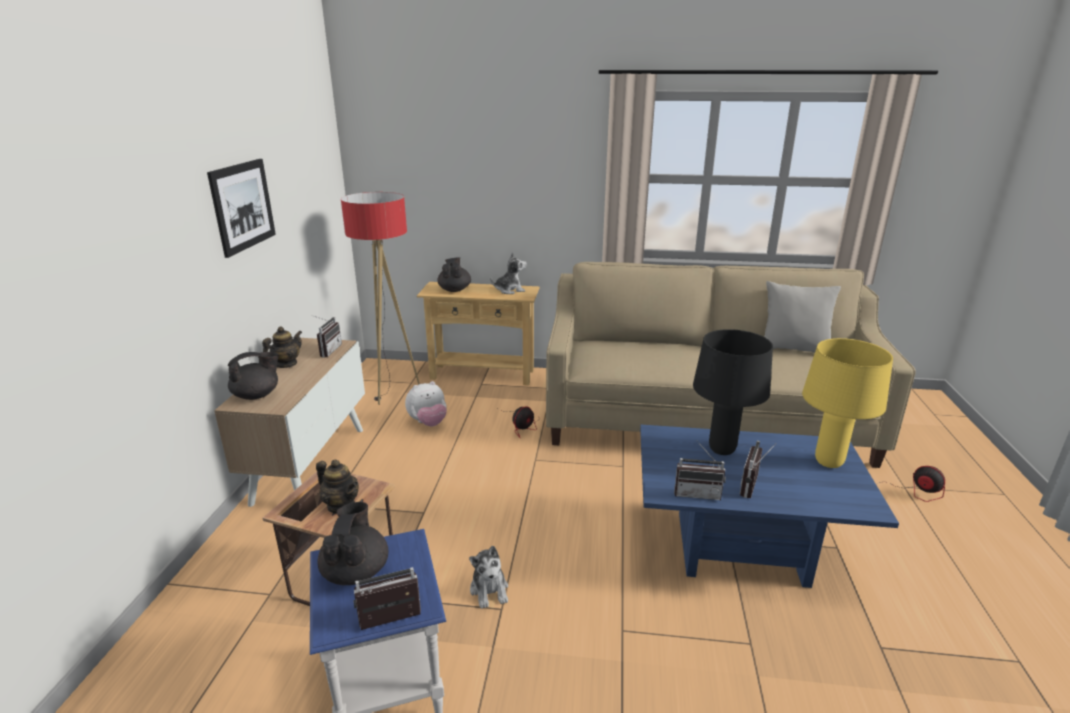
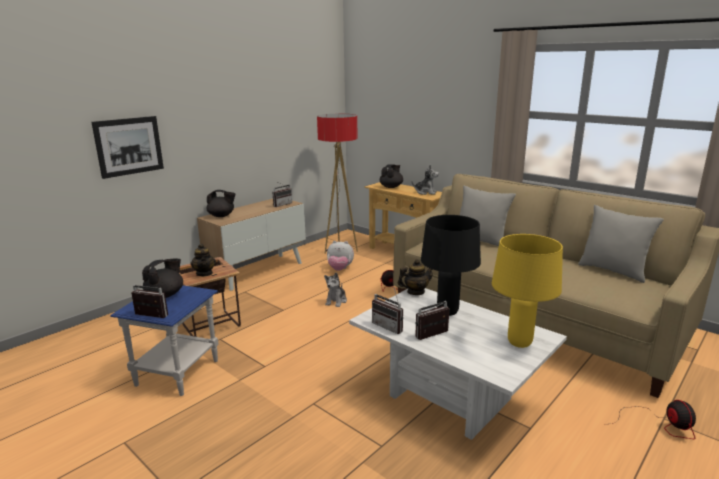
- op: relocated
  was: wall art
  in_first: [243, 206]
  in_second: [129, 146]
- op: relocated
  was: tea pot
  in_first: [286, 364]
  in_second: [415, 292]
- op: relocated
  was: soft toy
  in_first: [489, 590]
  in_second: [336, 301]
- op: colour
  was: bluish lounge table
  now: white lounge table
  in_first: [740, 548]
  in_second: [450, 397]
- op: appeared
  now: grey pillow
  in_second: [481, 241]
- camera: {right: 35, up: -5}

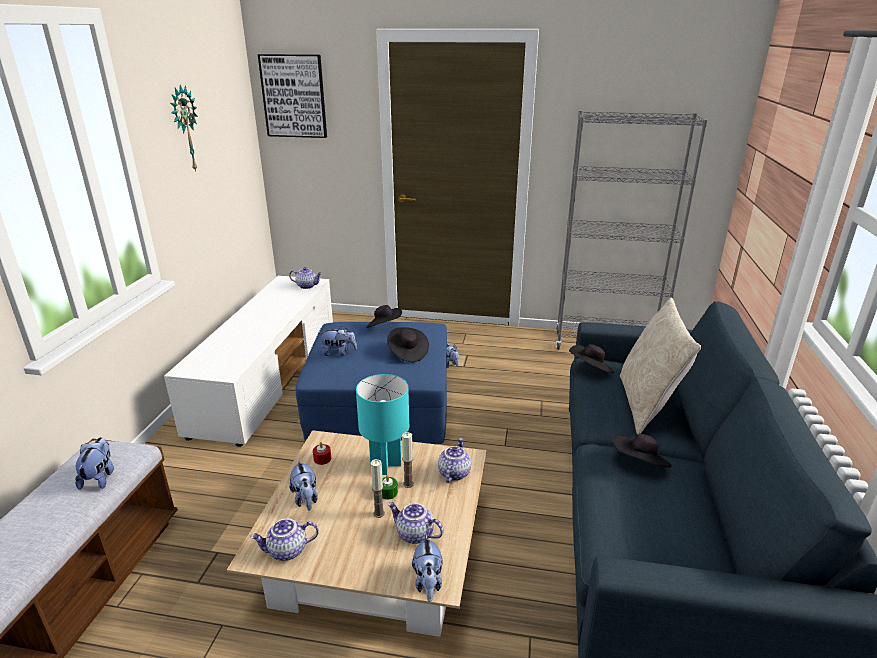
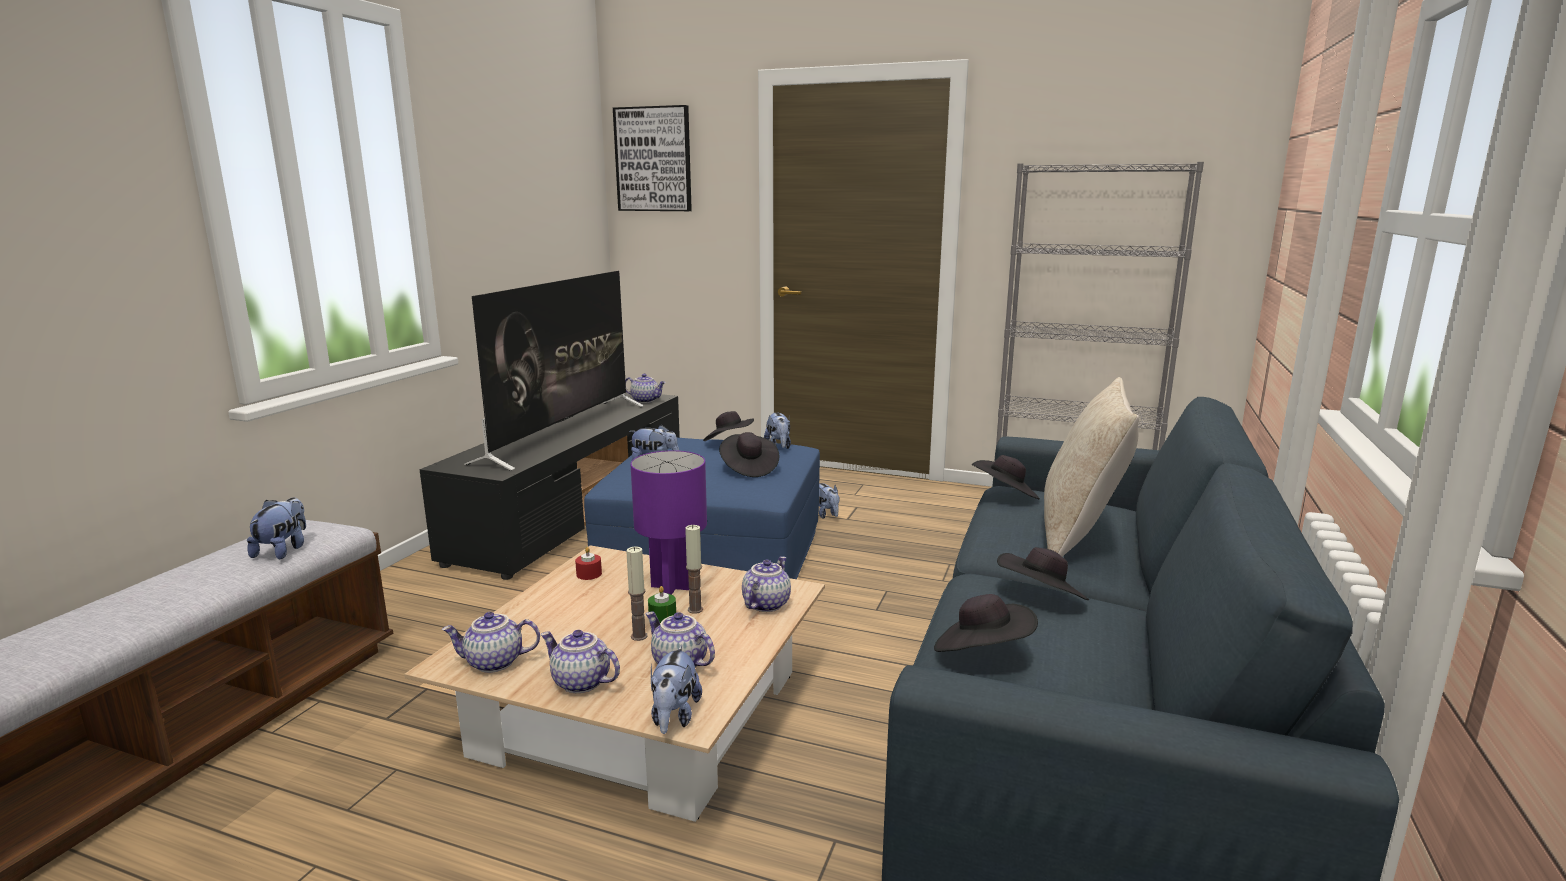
- op: colour
  was: white media console
  now: blackish media console
  in_first: [268, 376]
  in_second: [575, 511]
- op: missing
  was: clock on the wall
  in_first: [184, 129]
- op: relocated
  was: soft toy
  in_first: [305, 499]
  in_second: [779, 447]
- op: colour
  was: turquoise lamp for a table
  now: purplish lamp for a table
  in_first: [386, 464]
  in_second: [674, 587]
- op: appeared
  now: television
  in_second: [564, 432]
- op: appeared
  now: tea pot
  in_second: [580, 683]
- op: appeared
  now: blackish clothing hat
  in_second: [982, 653]
- camera: {right: 10, up: -10}

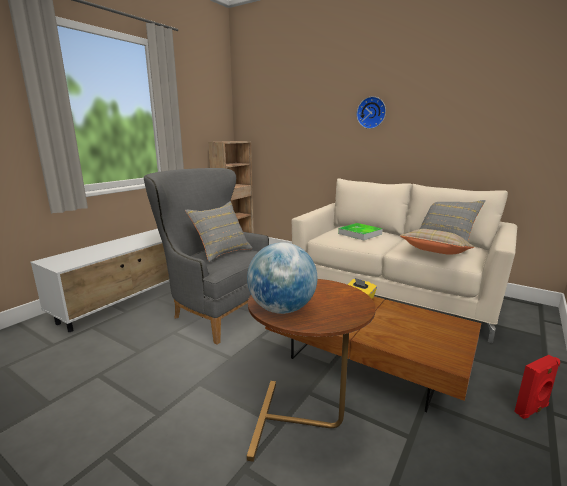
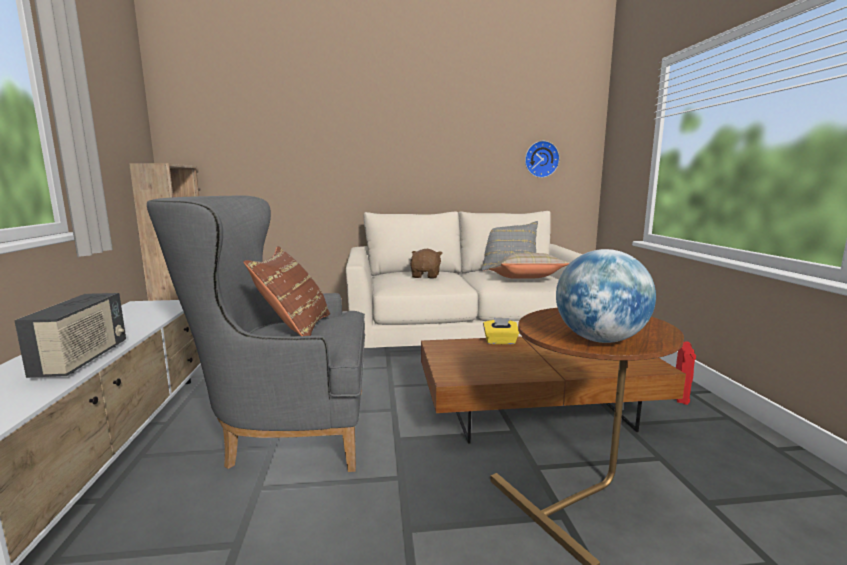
- op: colour
  was: grey pillow
  now: brown pillow
  in_first: [222, 252]
  in_second: [295, 327]
- op: exchanged
  was: carrying tray
  now: brown soft toy
  in_first: [360, 234]
  in_second: [426, 276]
- op: relocated
  was: clock on the wall
  in_first: [371, 112]
  in_second: [541, 159]
- op: appeared
  now: radio
  in_second: [83, 360]
- camera: {right: -40, up: -5}

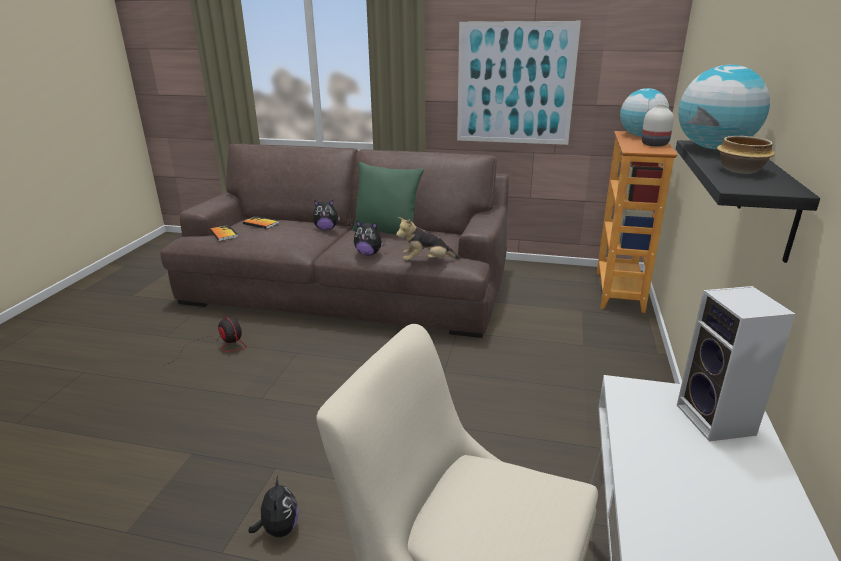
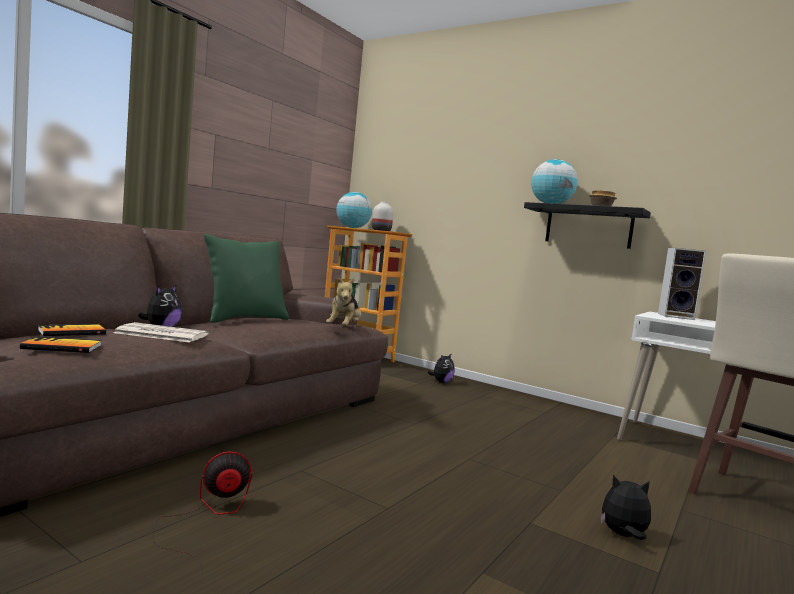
- op: relocated
  was: soft toy
  in_first: [369, 253]
  in_second: [441, 382]
- op: missing
  was: wall art
  in_first: [515, 84]
- op: appeared
  now: newspaper
  in_second: [160, 334]
- camera: {right: -70, up: -20}

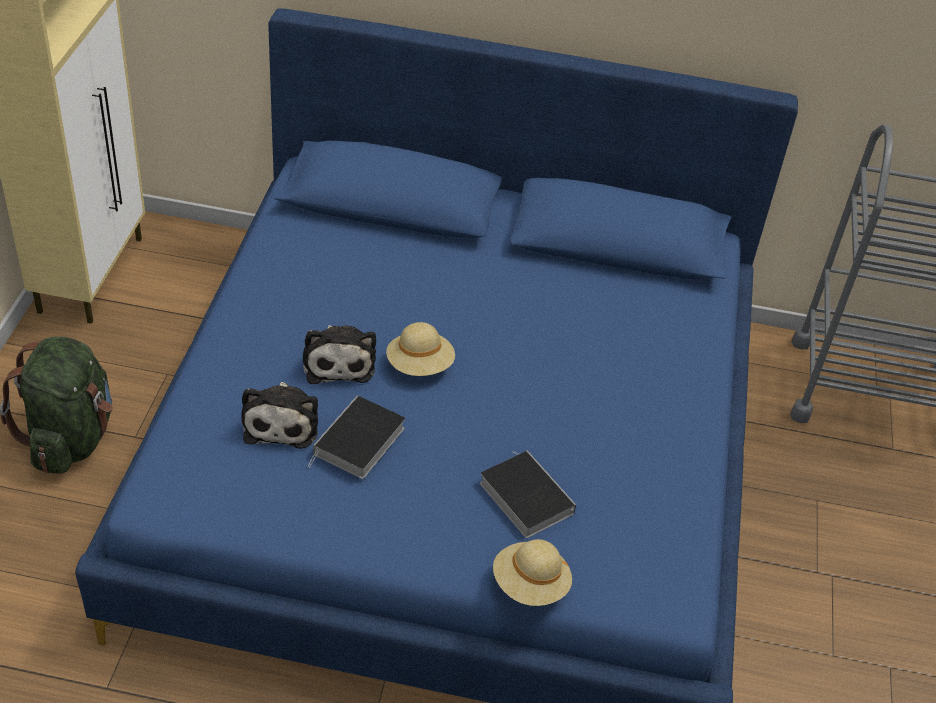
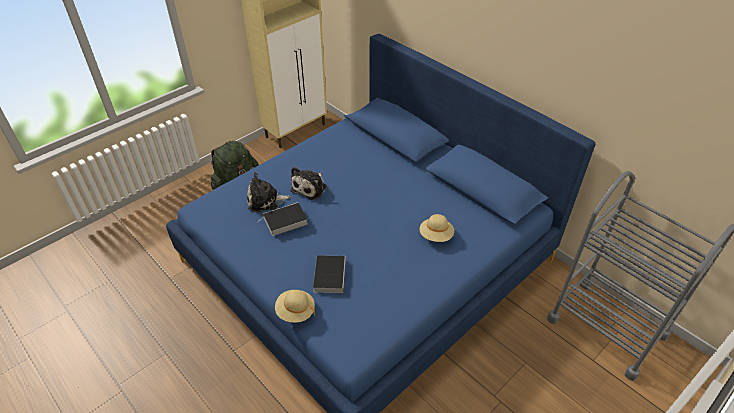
- op: spun
  was: soft toy
  in_first: [282, 422]
  in_second: [265, 201]
  clockwise: 45
- op: relocated
  was: beige clothing hat
  in_first: [420, 365]
  in_second: [436, 236]
- camera: {right: 40, up: 0}

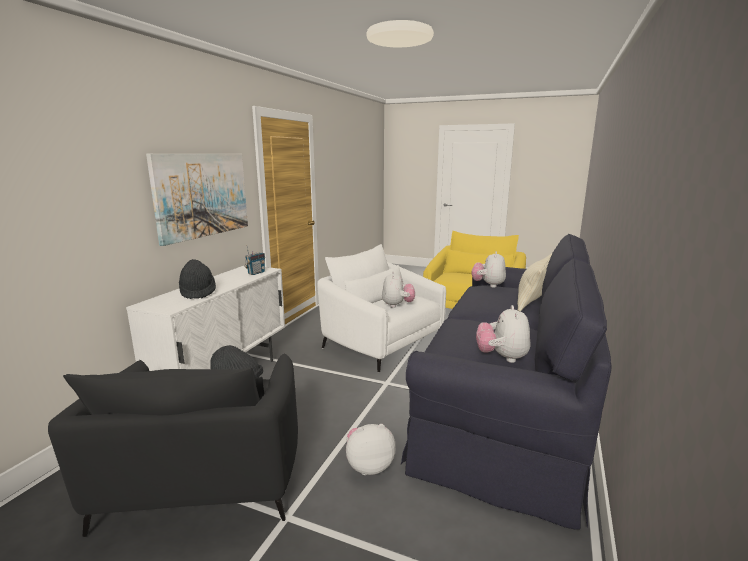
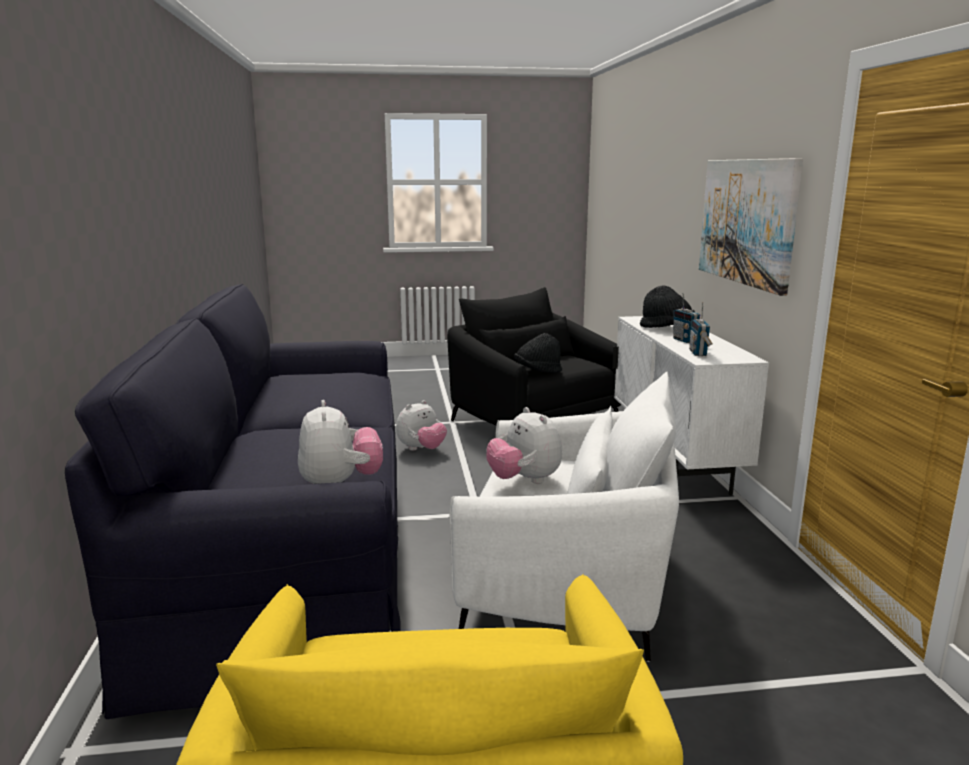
- op: missing
  was: soft toy
  in_first: [502, 357]
- op: missing
  was: beige pillow
  in_first: [533, 300]
- op: appeared
  now: radio
  in_second: [684, 340]
- camera: {right: 150, up: 0}

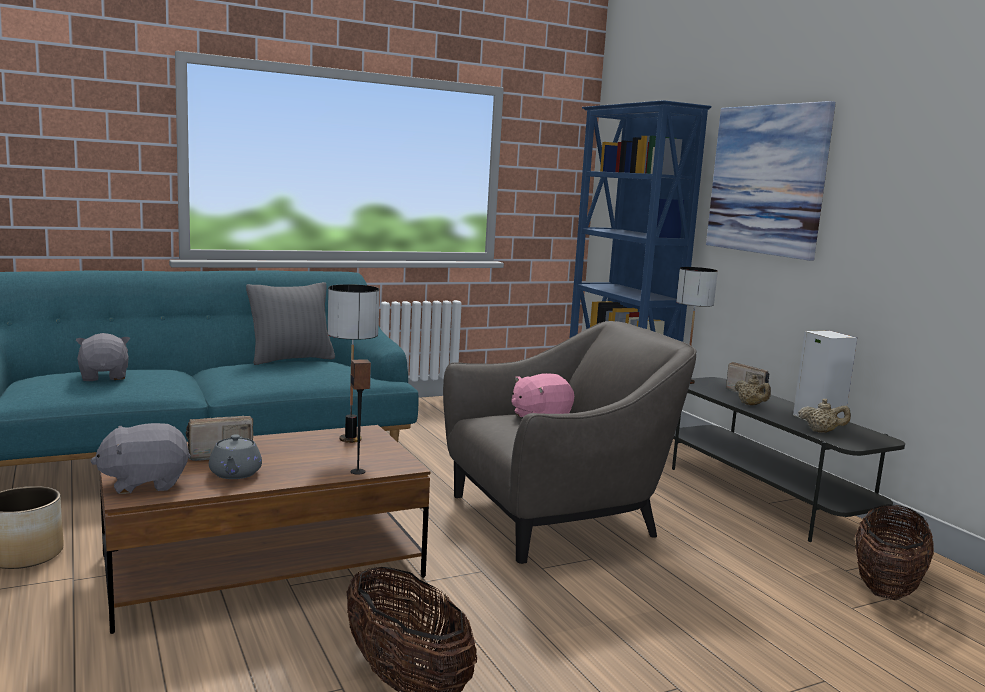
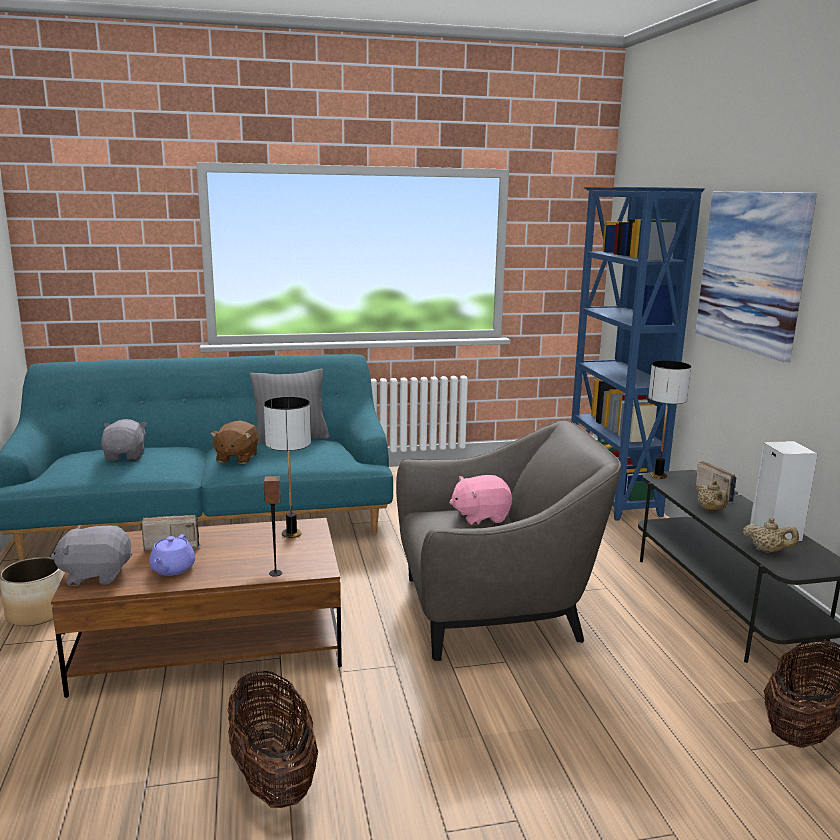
- op: colour
  was: grey tea pot
  now: purplish tea pot
  in_first: [235, 474]
  in_second: [172, 569]
- op: appeared
  now: brown soft toy
  in_second: [236, 458]
- camera: {right: 15, up: 5}

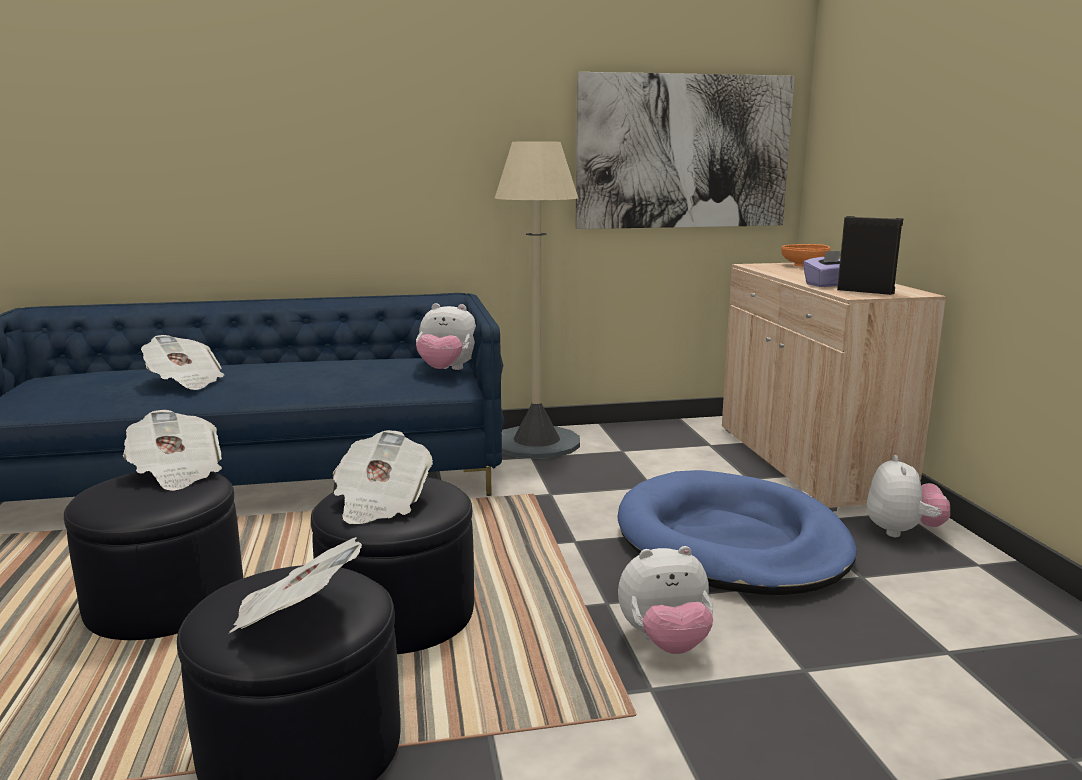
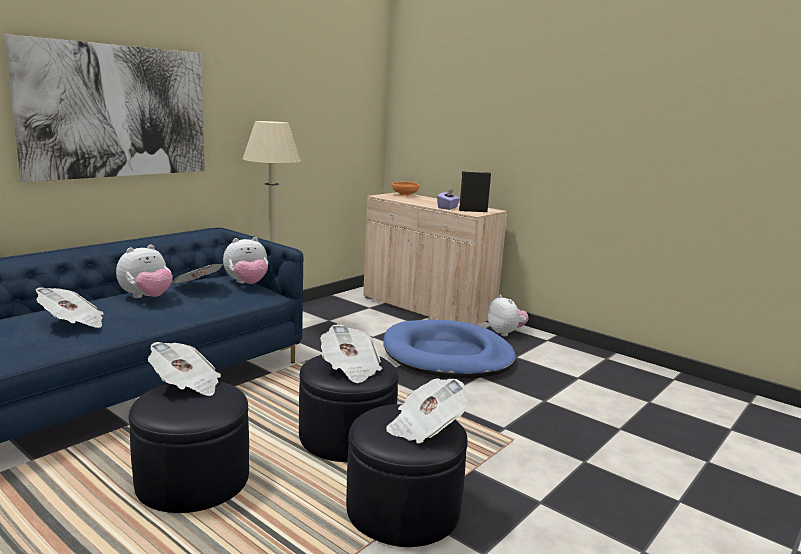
- op: relocated
  was: wall art
  in_first: [683, 152]
  in_second: [116, 111]
- op: relocated
  was: soft toy
  in_first: [665, 642]
  in_second: [146, 297]
- op: appeared
  now: newspaper
  in_second: [197, 287]
- camera: {right: -40, up: 0}

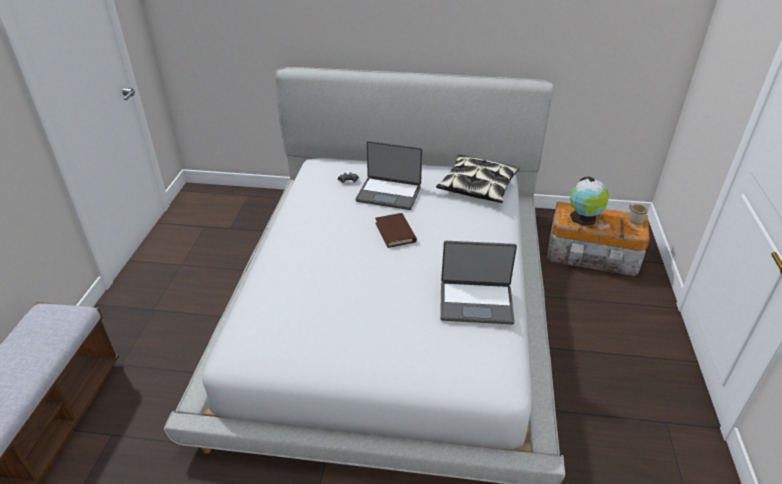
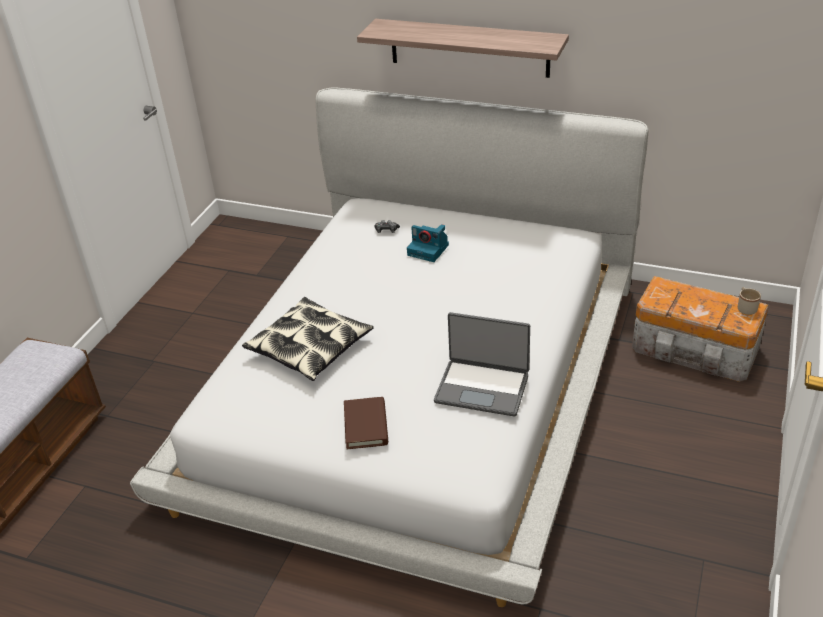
- op: exchanged
  was: notebook computer
  now: still camera
  in_first: [389, 193]
  in_second: [429, 250]
- op: relocated
  was: brown volume
  in_first: [395, 232]
  in_second: [366, 425]
- op: relocated
  was: pillow
  in_first: [477, 186]
  in_second: [310, 348]
- op: missing
  was: globe
  in_first: [584, 218]
- op: appeared
  now: shelf
  in_second: [469, 48]
- camera: {right: 15, up: 0}

